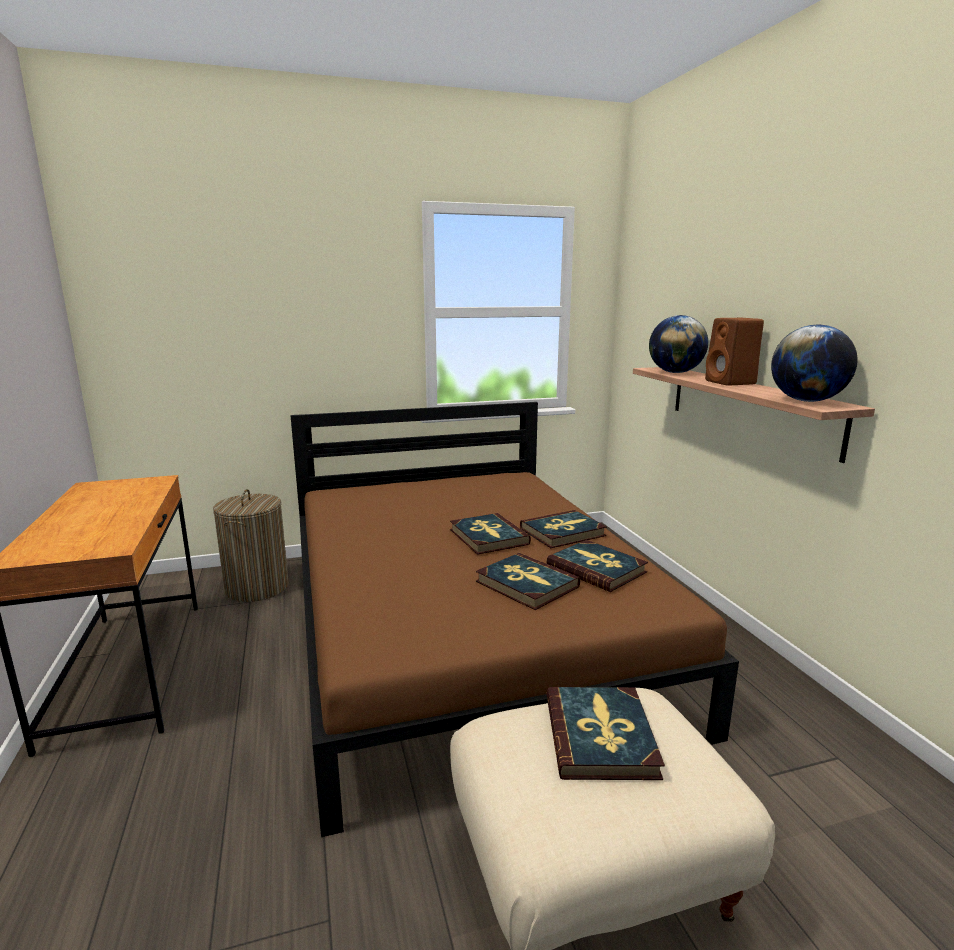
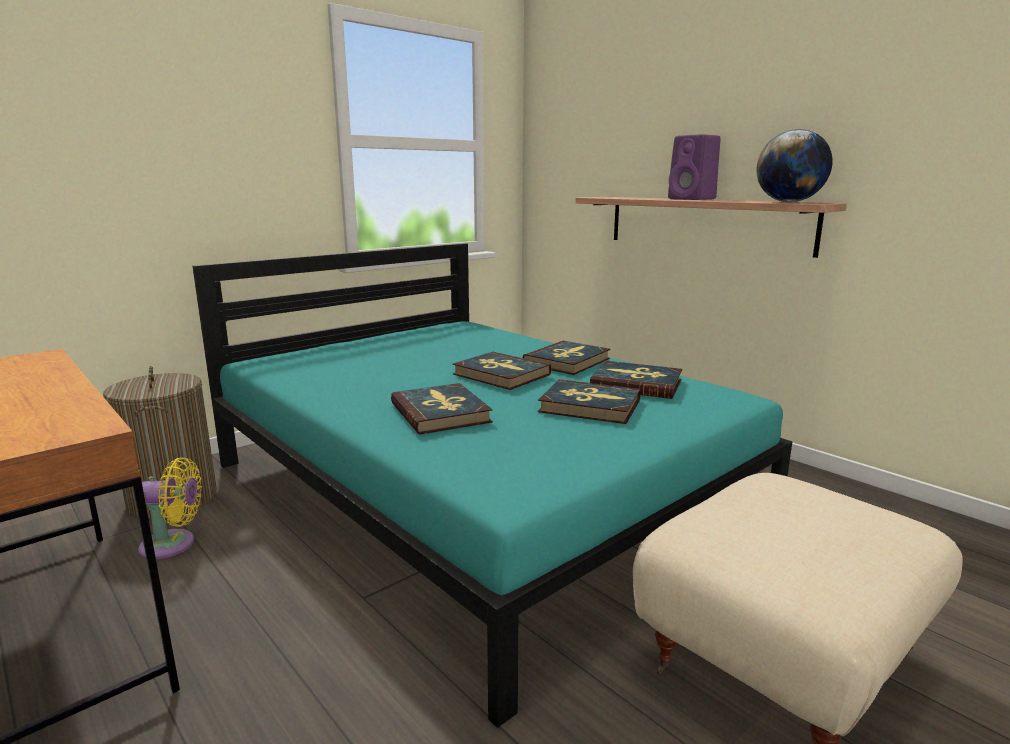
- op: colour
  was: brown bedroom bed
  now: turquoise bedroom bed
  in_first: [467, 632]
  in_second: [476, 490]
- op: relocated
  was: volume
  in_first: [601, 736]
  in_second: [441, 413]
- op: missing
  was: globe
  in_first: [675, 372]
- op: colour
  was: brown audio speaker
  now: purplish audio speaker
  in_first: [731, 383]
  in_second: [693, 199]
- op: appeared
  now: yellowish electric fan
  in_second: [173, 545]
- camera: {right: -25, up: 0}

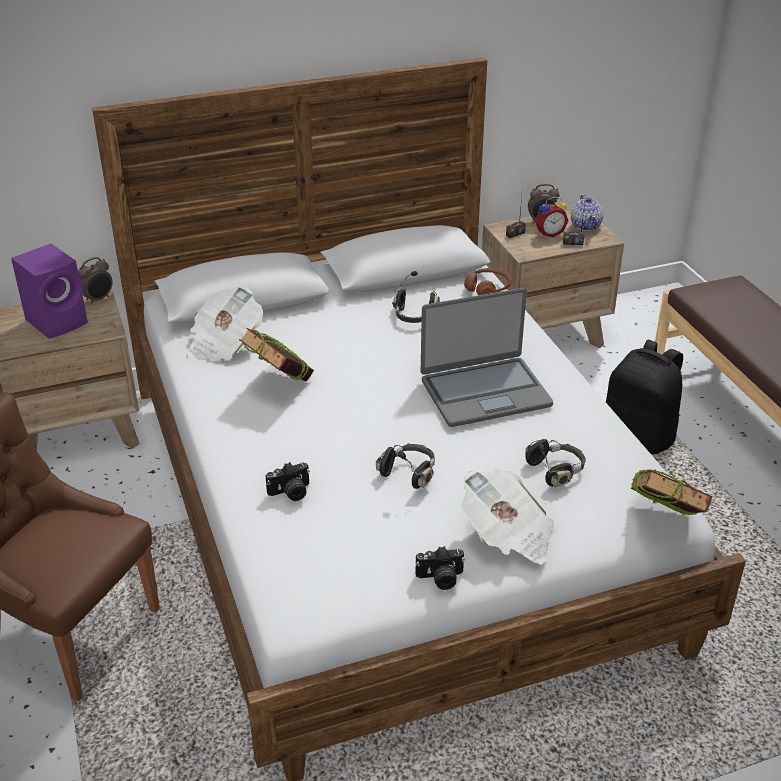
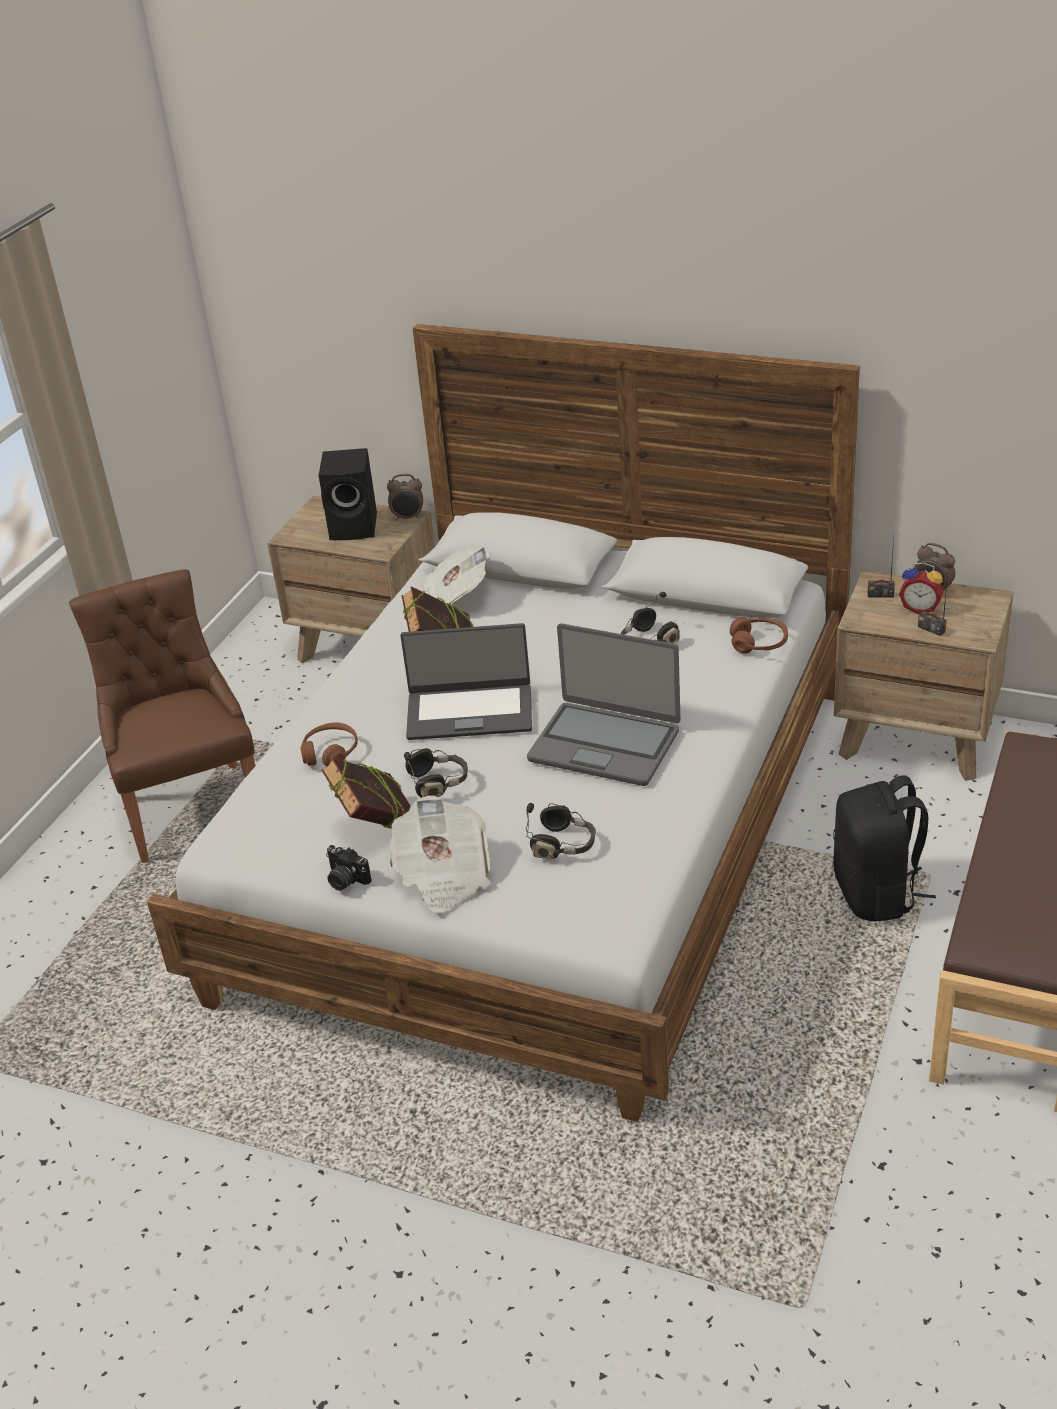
- op: colour
  was: purplish audio speaker
  now: blackish audio speaker
  in_first: [59, 321]
  in_second: [355, 527]
- op: exchanged
  was: still camera
  now: brown headset
  in_first: [290, 493]
  in_second: [330, 753]
- op: missing
  was: tea pot
  in_first: [586, 225]
- op: relocated
  was: volume
  in_first: [663, 523]
  in_second: [376, 828]
- op: appeared
  now: notebook computer
  in_second: [469, 711]
- camera: {right: 45, up: 0}

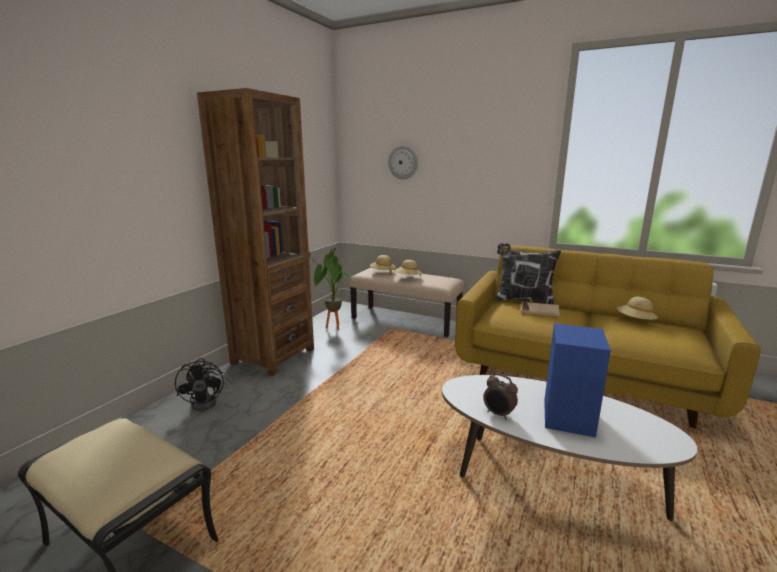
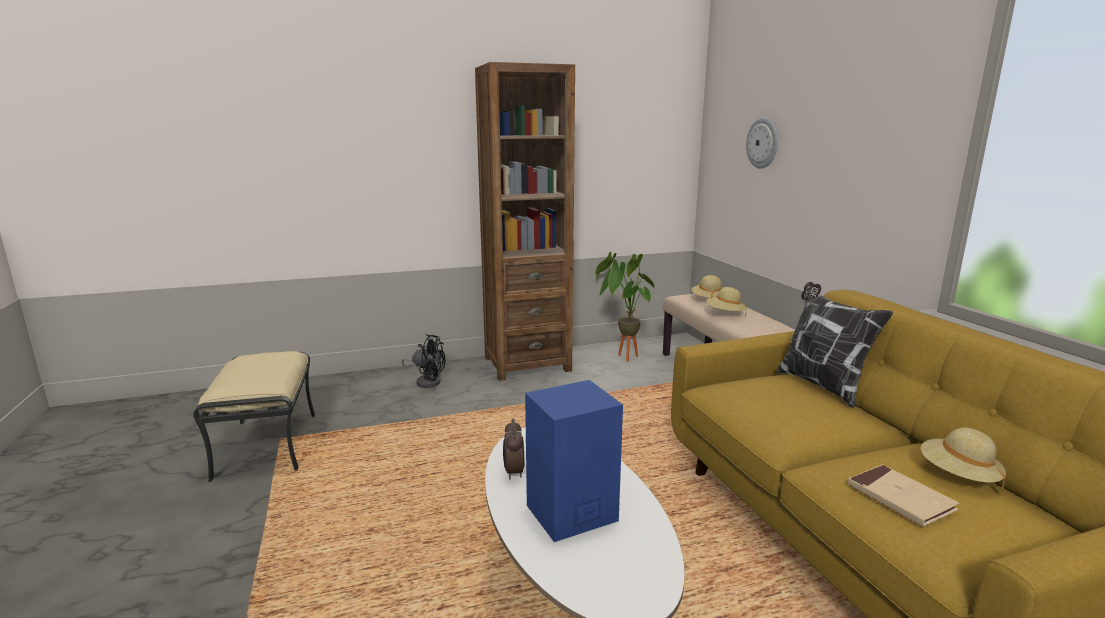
- op: spun
  was: blackish electric fan
  in_first: [209, 402]
  in_second: [427, 381]
  clockwise: -105
- op: relocated
  was: beige volume
  in_first: [539, 311]
  in_second: [900, 498]
- camera: {right: 45, up: 0}

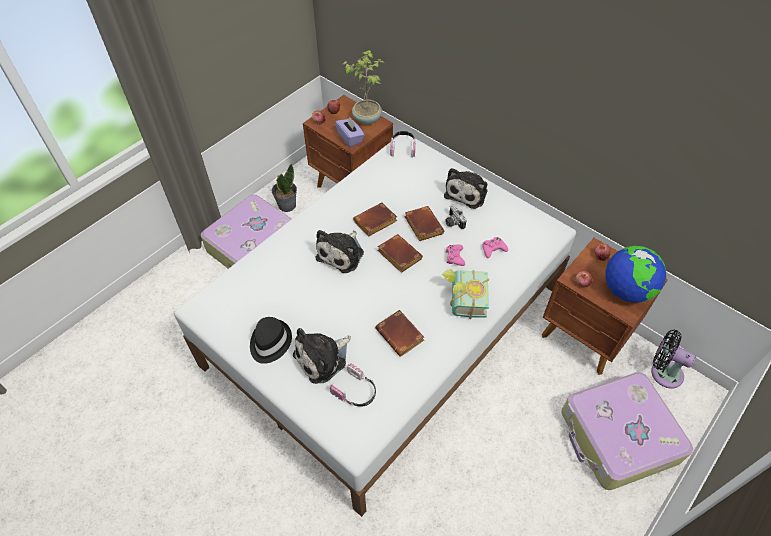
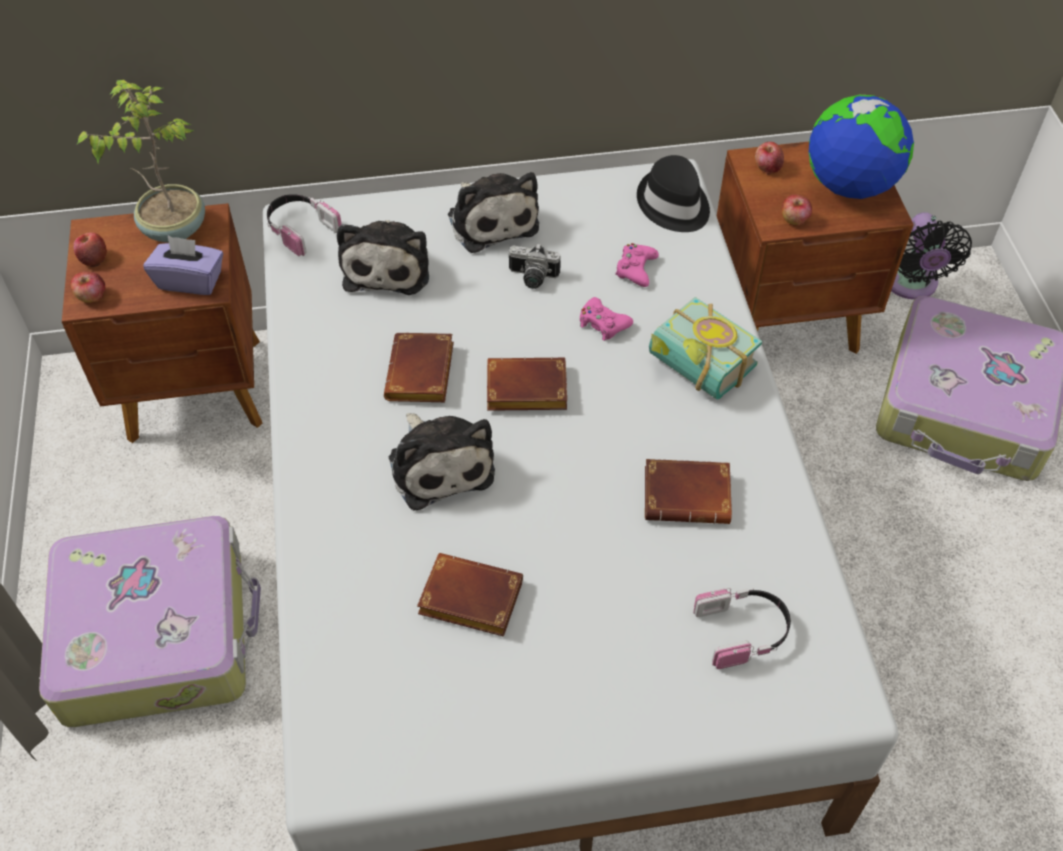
- op: relocated
  was: blackish clothing hat
  in_first: [269, 342]
  in_second: [673, 205]
- op: missing
  was: potted plant
  in_first: [286, 205]
- op: relocated
  was: soft toy
  in_first: [323, 358]
  in_second: [388, 265]
- op: relocated
  was: brown volume
  in_first: [422, 225]
  in_second: [467, 601]
- op: spun
  was: blackish electric fan
  in_first: [663, 372]
  in_second: [911, 284]
  clockwise: -75
- camera: {right: -50, up: 0}

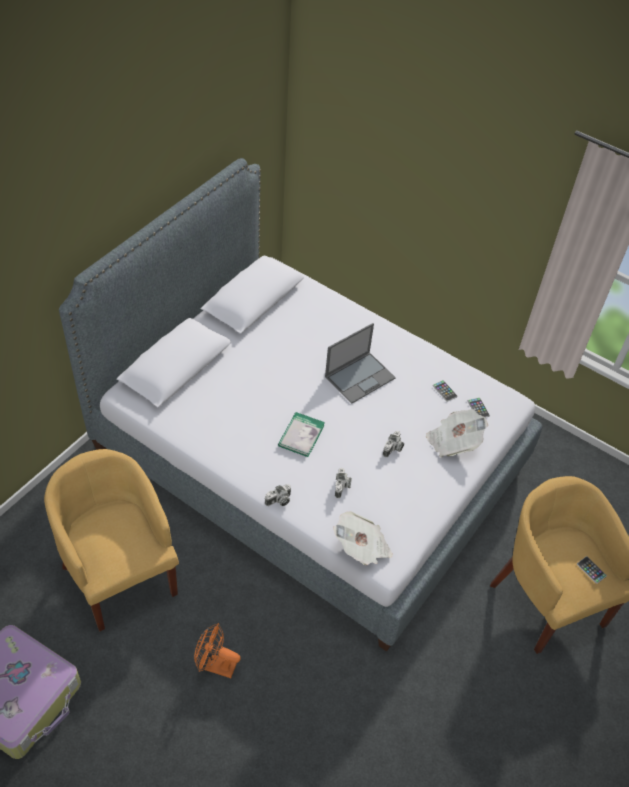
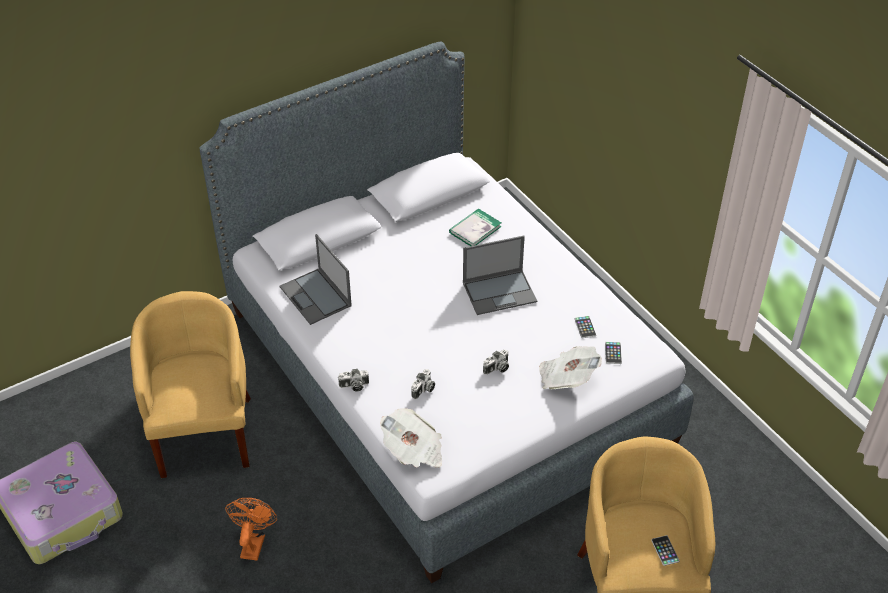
- op: spun
  was: orange electric fan
  in_first: [215, 665]
  in_second: [253, 542]
  clockwise: 60
- op: relocated
  was: volume
  in_first: [301, 435]
  in_second: [475, 229]
- op: appeared
  now: notebook computer
  in_second: [316, 297]
- camera: {right: 25, up: -5}

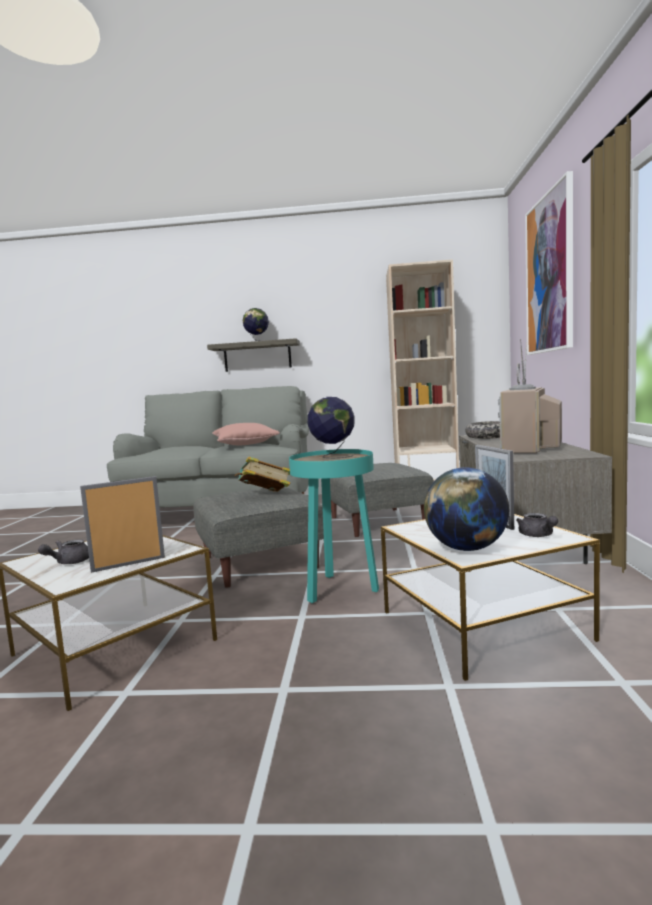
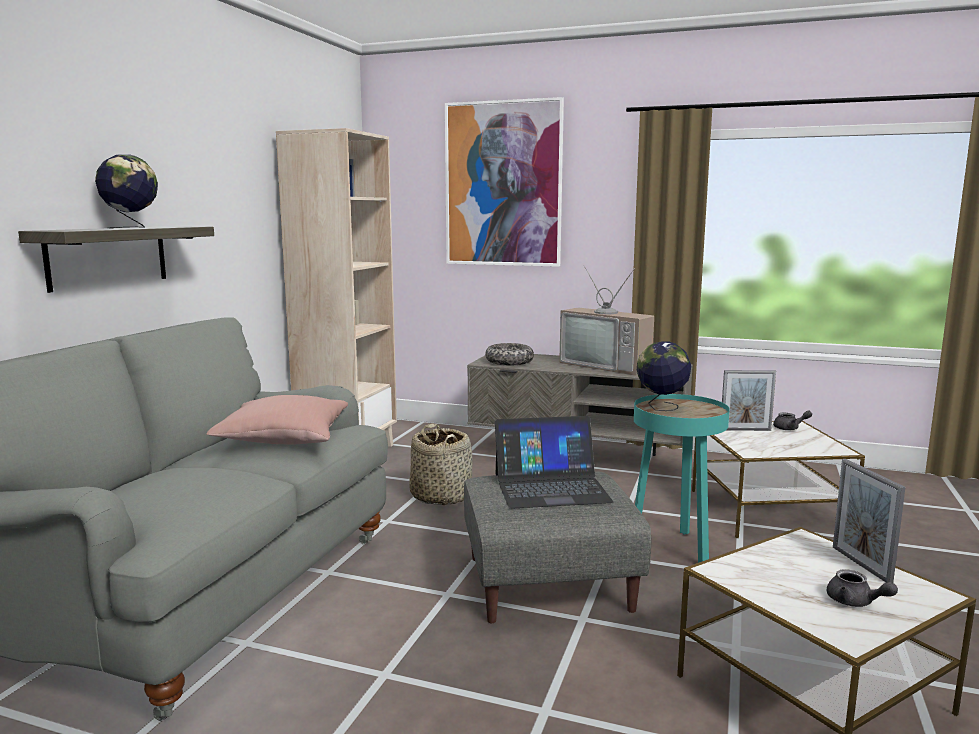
- op: exchanged
  was: volume
  now: notebook computer
  in_first: [265, 495]
  in_second: [551, 487]
- op: exchanged
  was: grey ottoman
  now: basket
  in_first: [378, 522]
  in_second: [441, 495]
- op: missing
  was: globe
  in_first: [466, 549]
- camera: {right: -75, up: 5}

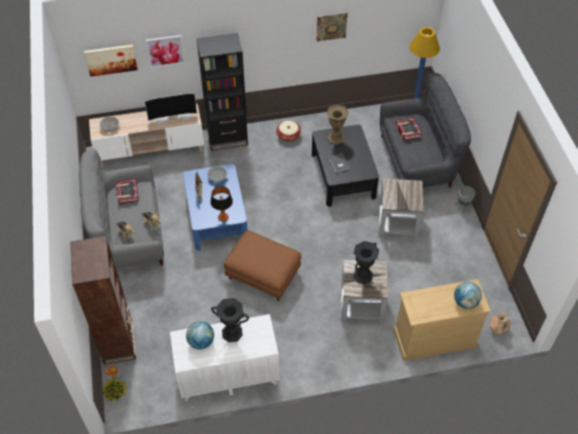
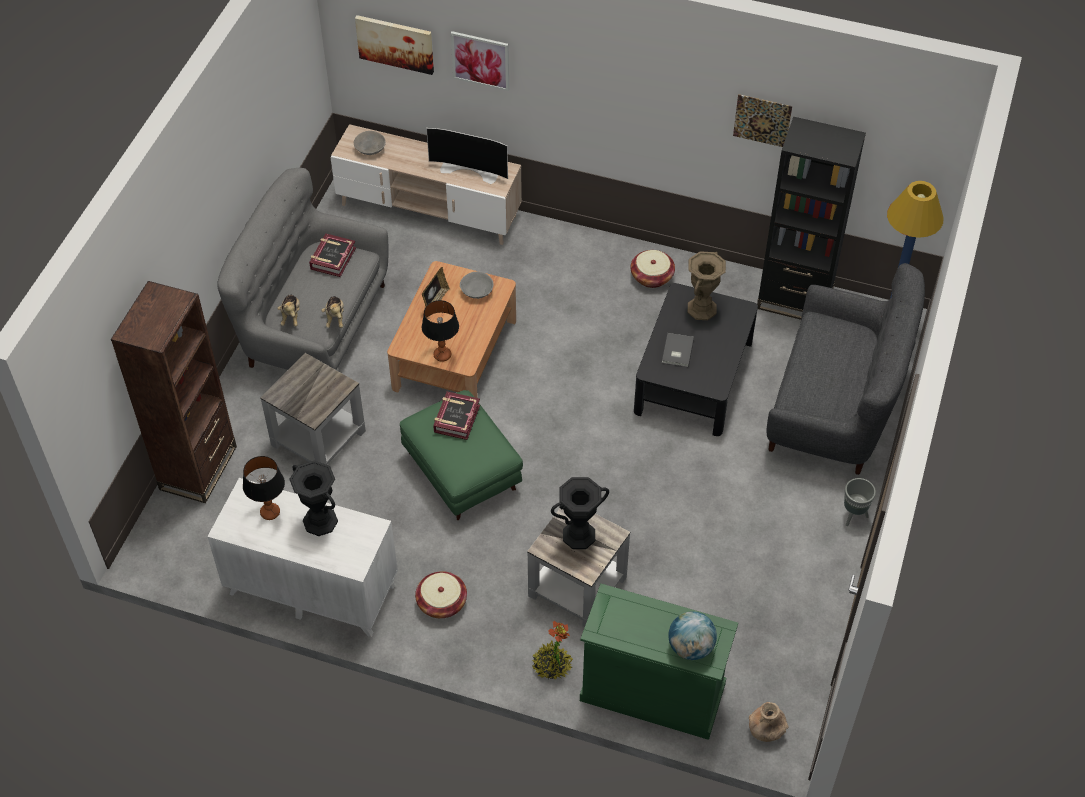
- op: relocated
  was: potted plant
  in_first: [115, 392]
  in_second: [551, 666]
- op: colour
  was: bluish lounge table
  now: brown lounge table
  in_first: [216, 217]
  in_second: [454, 353]
- op: exchanged
  was: globe
  now: lamp for a table
  in_first: [201, 342]
  in_second: [270, 512]
- op: relocated
  was: blackish shelving unit
  in_first: [227, 138]
  in_second: [794, 300]
- op: colour
  was: brown ottoman
  now: green ottoman
  in_first: [262, 275]
  in_second: [461, 472]
- op: relocated
  was: grey end table
  in_first: [398, 223]
  in_second: [318, 439]
- op: colour
  was: beige chest of drawers
  now: green chest of drawers
  in_first: [434, 338]
  in_second: [652, 692]
- op: relocated
  was: volume
  in_first: [407, 131]
  in_second: [456, 419]
- op: appeared
  now: basket
  in_second: [441, 602]
- camera: {right: 30, up: 0}

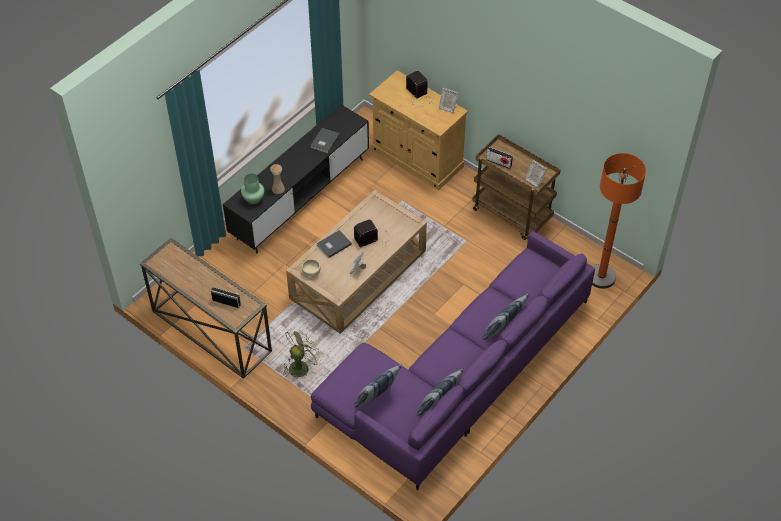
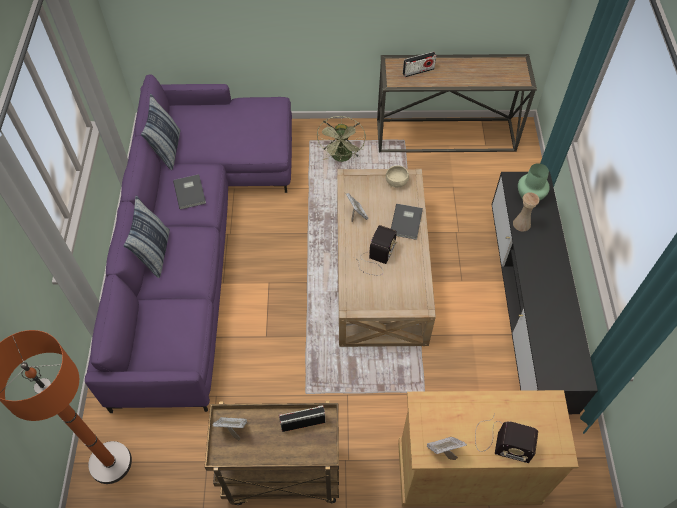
- op: relocated
  was: grey volume
  in_first: [324, 141]
  in_second: [190, 192]
- op: missing
  was: pillow
  in_first: [377, 398]
- camera: {right: 140, up: 5}

